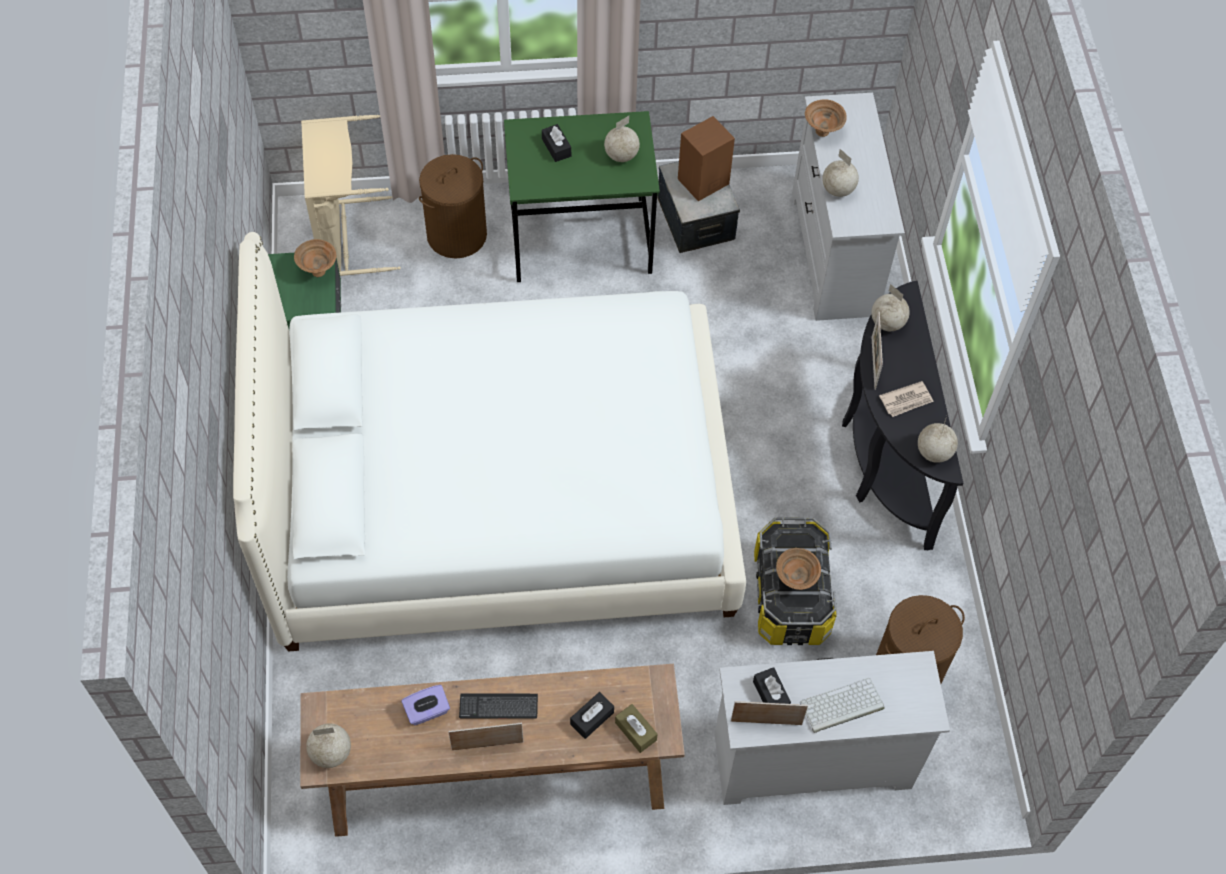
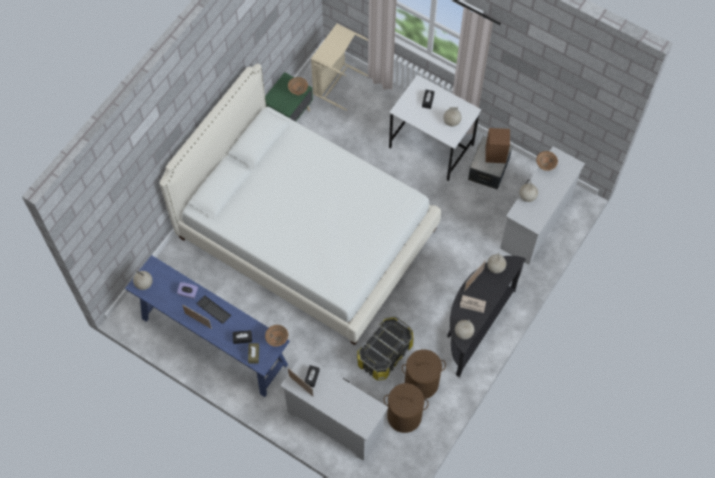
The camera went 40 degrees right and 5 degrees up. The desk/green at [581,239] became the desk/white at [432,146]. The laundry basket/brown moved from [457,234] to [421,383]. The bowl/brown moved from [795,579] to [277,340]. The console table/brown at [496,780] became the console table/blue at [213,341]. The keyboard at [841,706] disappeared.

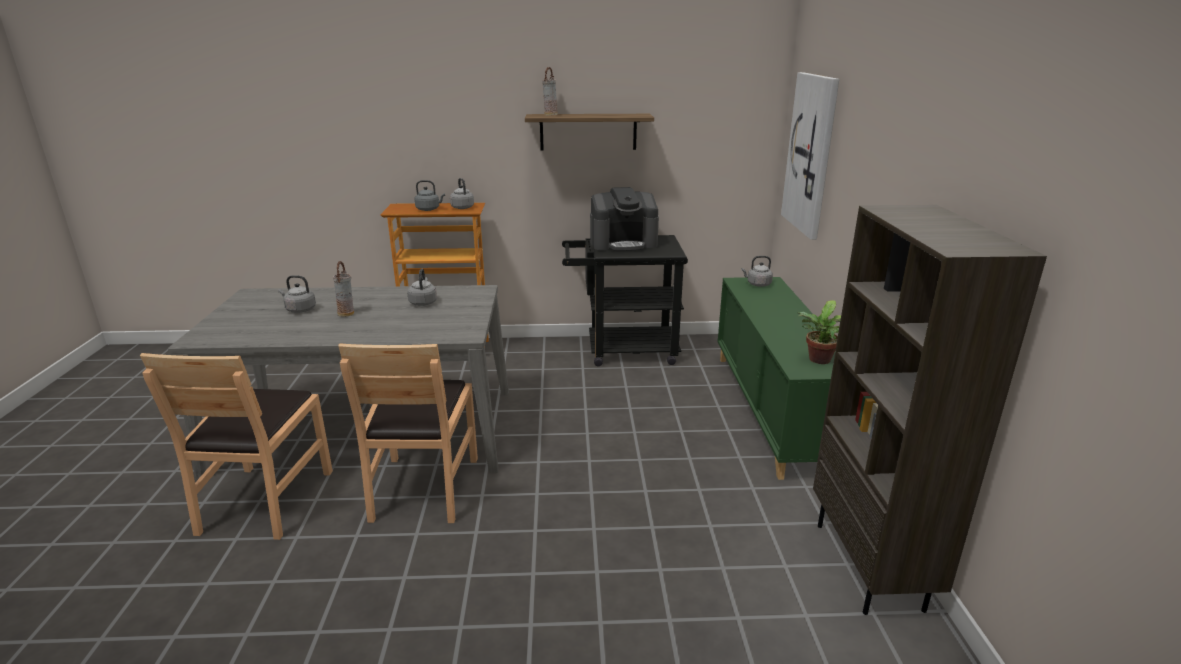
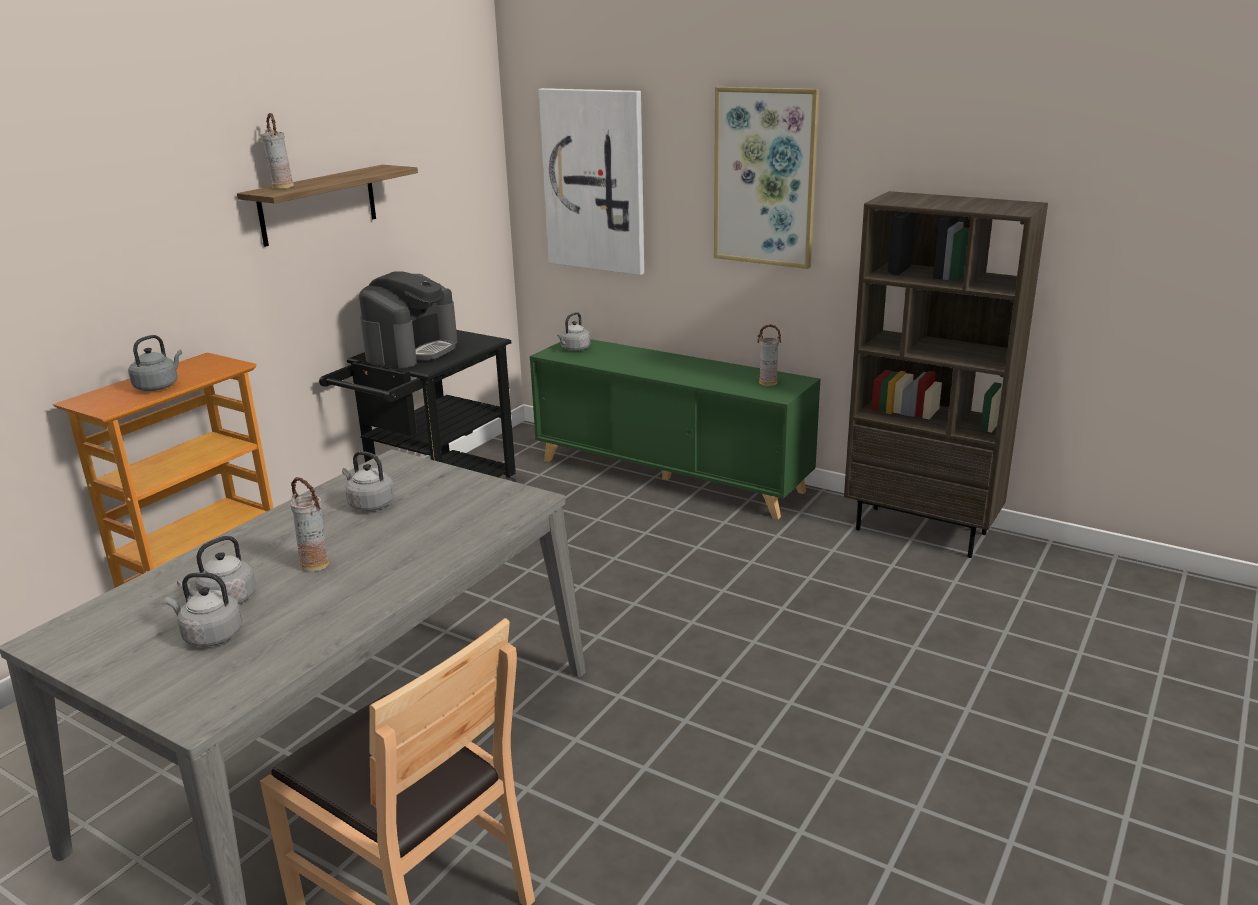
The camera went 55 degrees left and 0 degrees up. The kettle/grey moved from [462,207] to [210,636]. The potted plant at [818,360] was replaced by the vase at [768,383]. The chair/brown at [423,488] disappeared. The picture at [765,177] appeared.

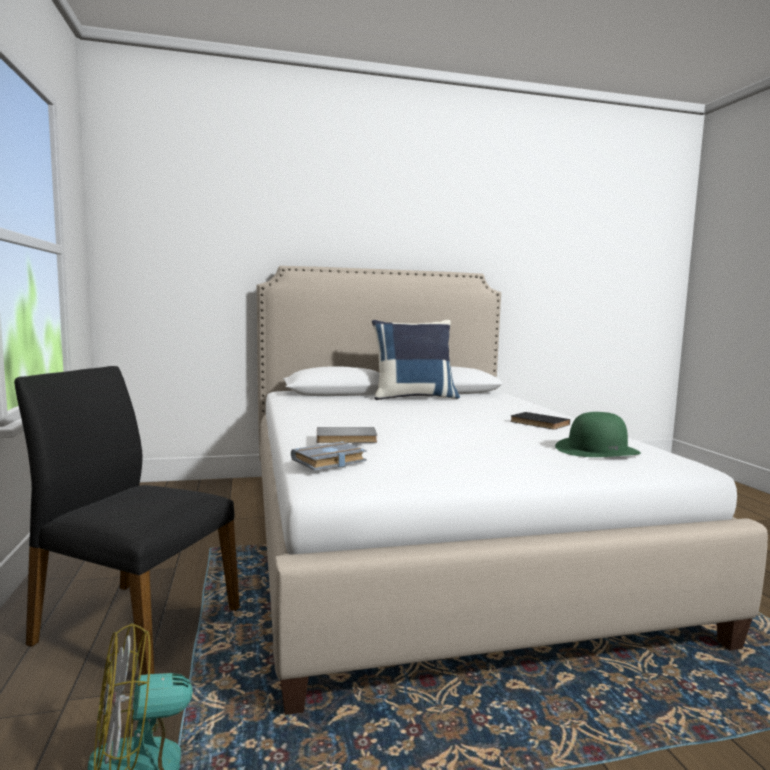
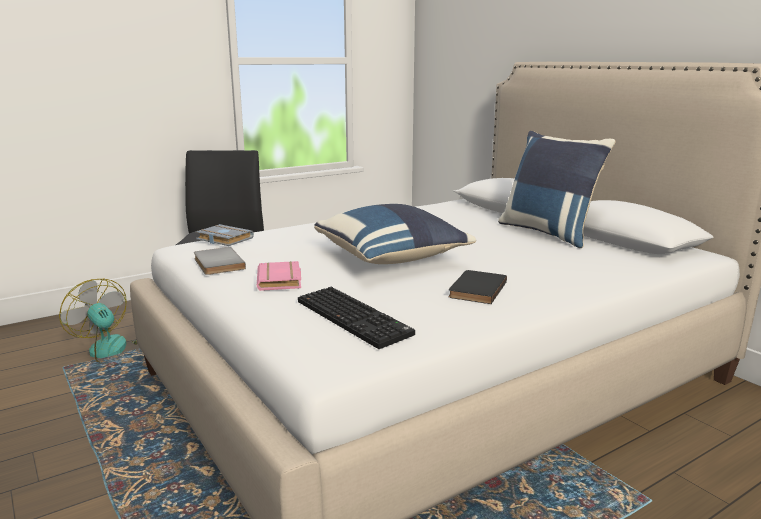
The camera went 70 degrees right and 10 degrees up. The hat/green at [597,449] was replaced by the keyboard at [355,318]. The book/grey moved from [346,438] to [216,263]. The pillow/blue at [392,259] appeared. The book/pink at [281,281] appeared.

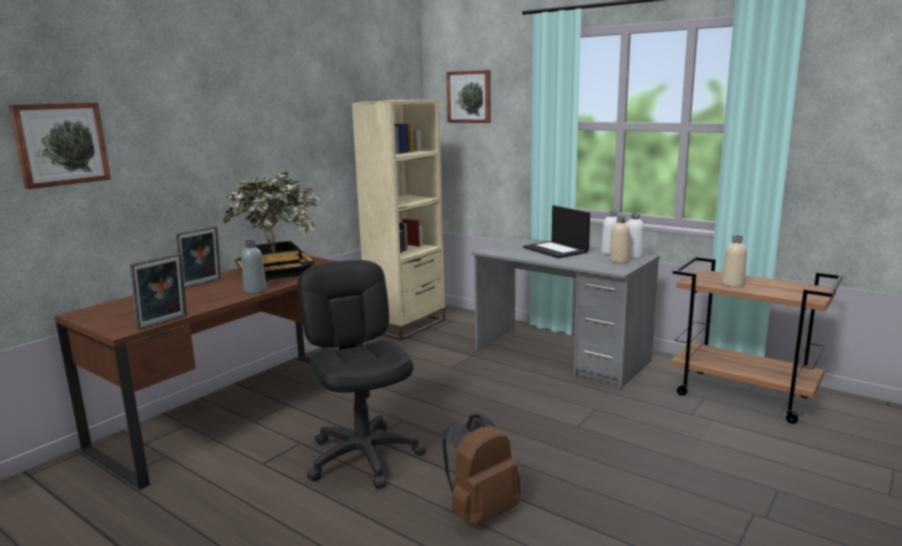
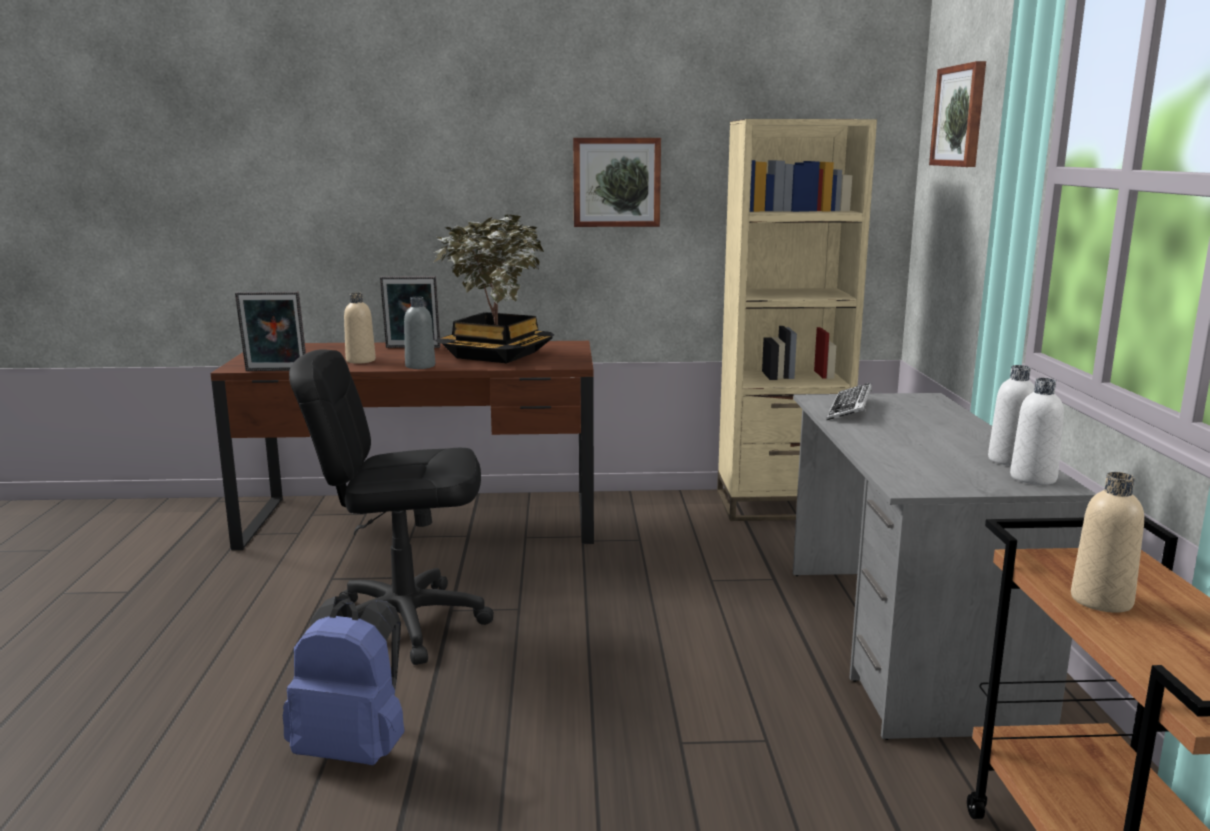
The camera went 50 degrees right and 0 degrees up. The picture moved from [61,144] to [616,182]. The laptop at [556,250] disappeared. The bottle/beige moved from [619,261] to [360,360]. The office chair/black at [364,456] turned 120 degrees counterclockwise. The backpack/brown at [480,511] became the backpack/blue at [354,749]. The keyboard at [850,409] appeared.

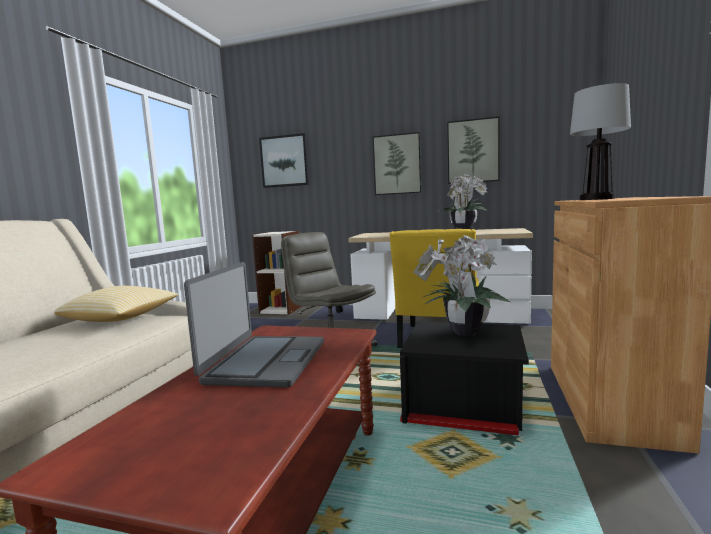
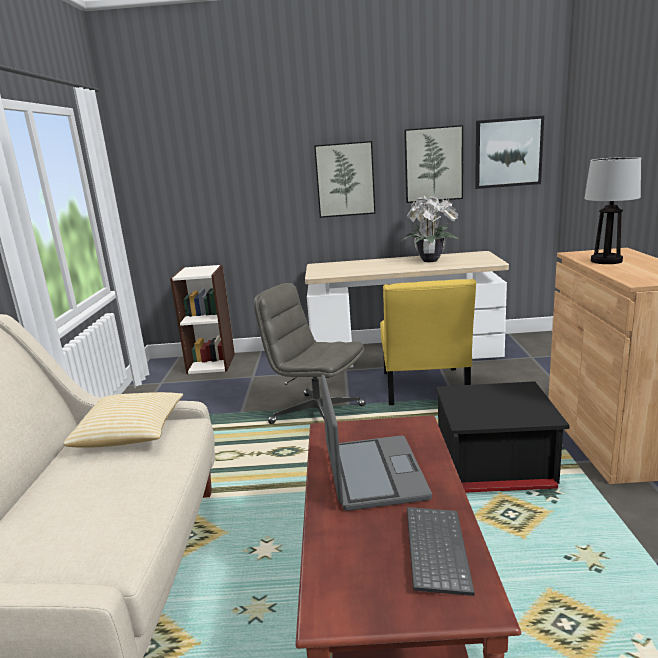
The camera went 15 degrees left and 10 degrees up. The picture moved from [285,161] to [508,152]. The potted plant at [461,333] disappeared. The keyboard at [434,549] appeared.

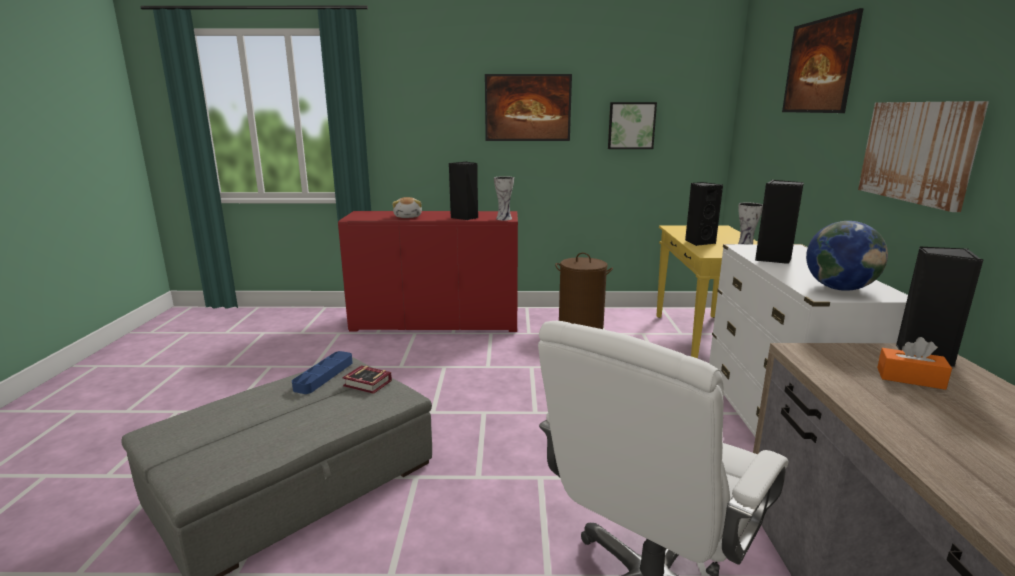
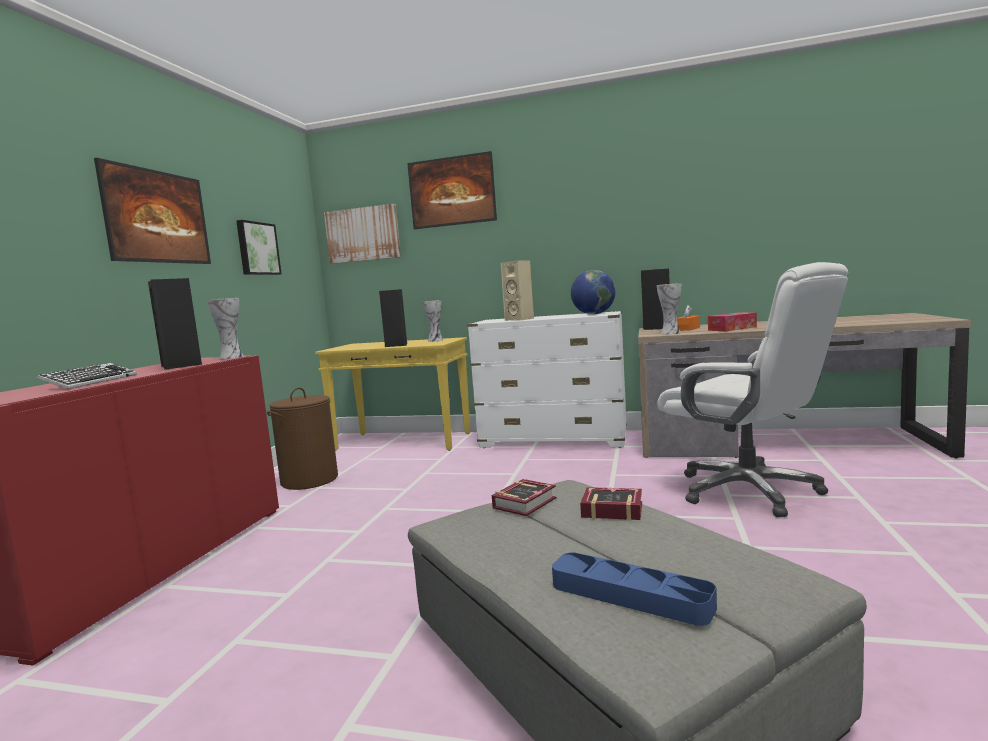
The camera went 75 degrees left and 10 degrees down. The picture moved from [917,152] to [363,234]. The speaker/black at [773,259] became the speaker/beige at [520,319]. The plush toy at [408,217] was replaced by the keyboard at [91,382]. The tray/blue moved from [324,375] to [630,595]. The vase at [670,333] appeared. The tissue box at [732,328] appeared. The book at [609,509] appeared.

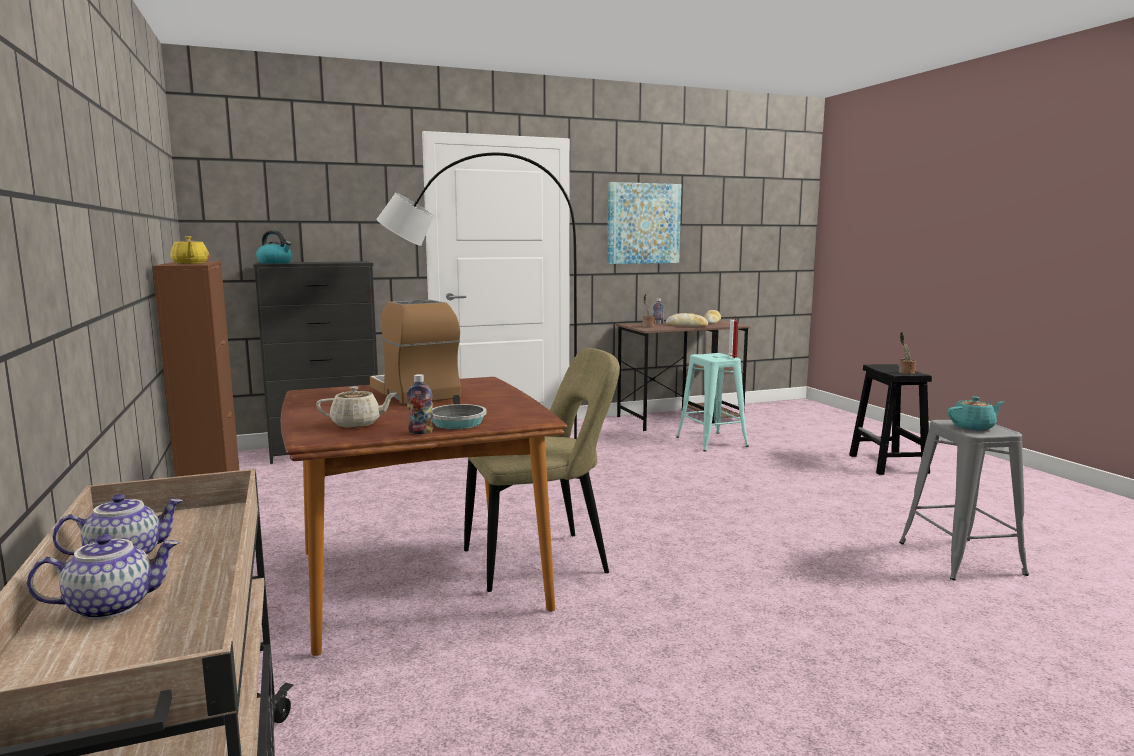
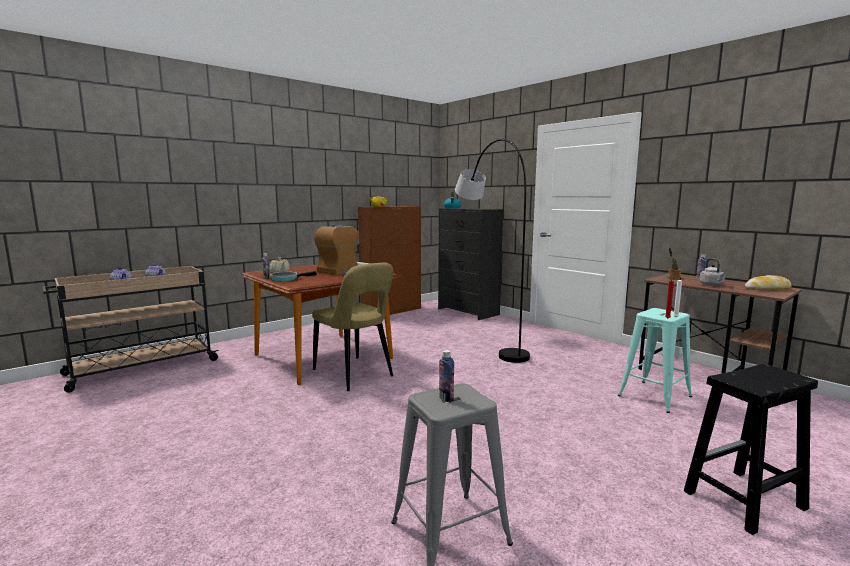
The camera went 70 degrees right and 0 degrees up. The picture at [643,223] disappeared. The bread at [686,326] was replaced by the kettle/grey at [712,285]. The potted plant at [905,372] disappeared. The teapot/turquoise at [973,427] was replaced by the bottle at [446,398].

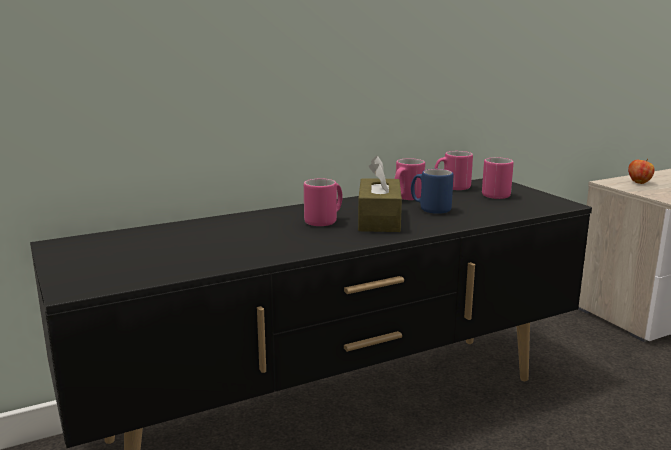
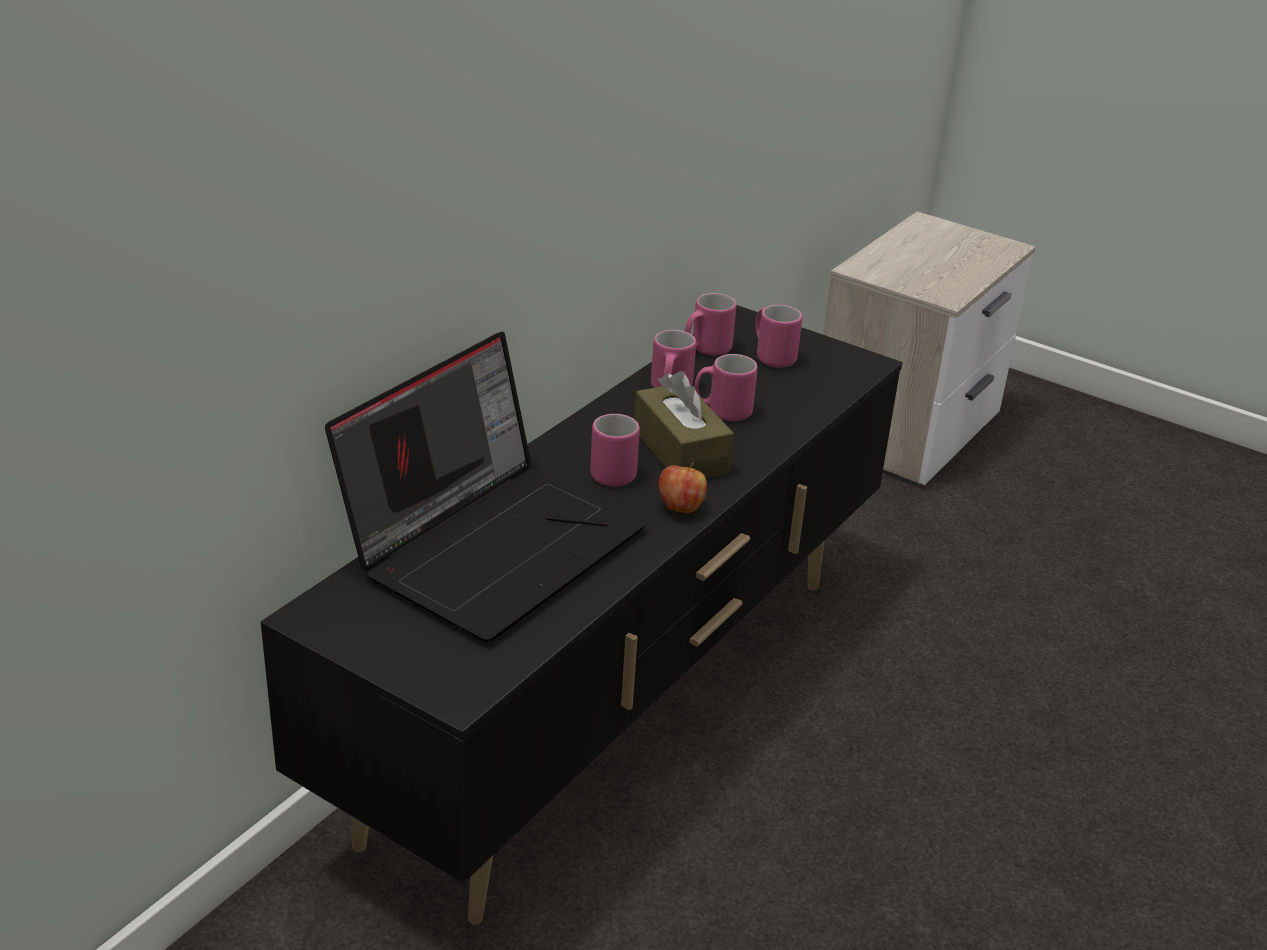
The camera went 30 degrees left and 15 degrees up. The apple moved from [639,182] to [680,508]. The mug/blue at [430,209] became the mug/pink at [722,412]. The laptop at [494,544] appeared.

